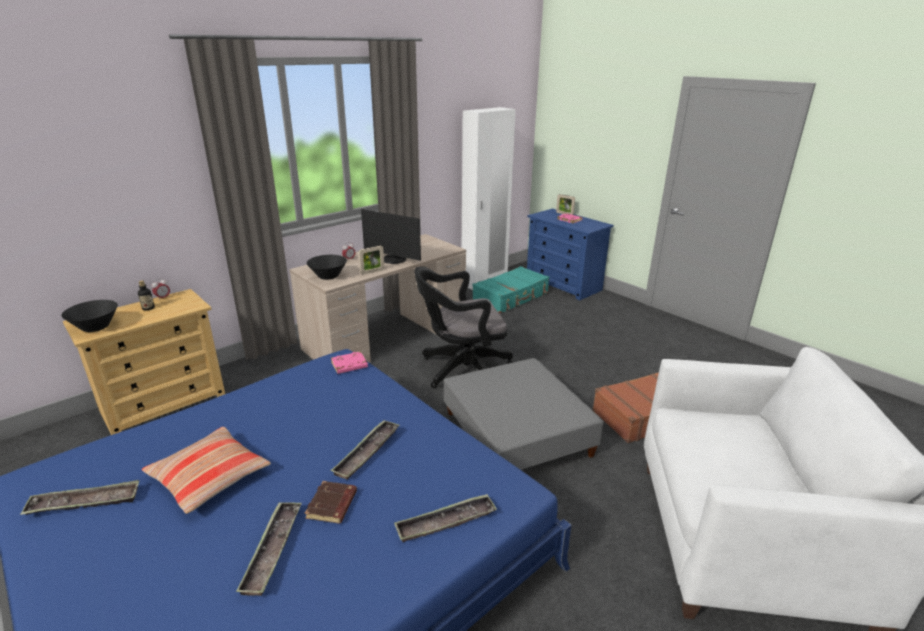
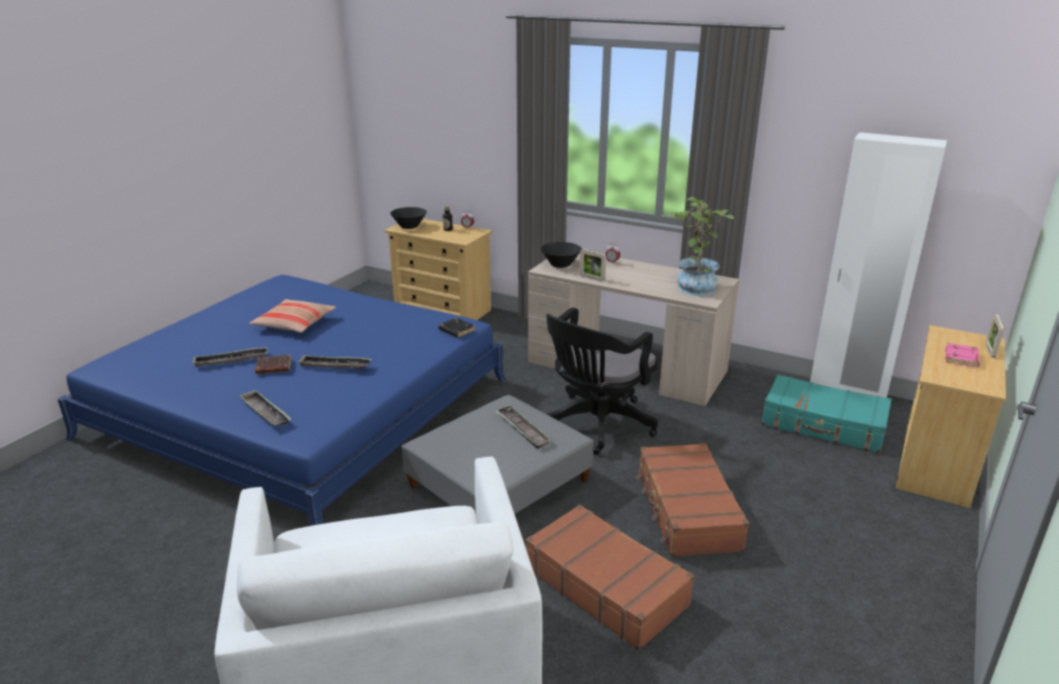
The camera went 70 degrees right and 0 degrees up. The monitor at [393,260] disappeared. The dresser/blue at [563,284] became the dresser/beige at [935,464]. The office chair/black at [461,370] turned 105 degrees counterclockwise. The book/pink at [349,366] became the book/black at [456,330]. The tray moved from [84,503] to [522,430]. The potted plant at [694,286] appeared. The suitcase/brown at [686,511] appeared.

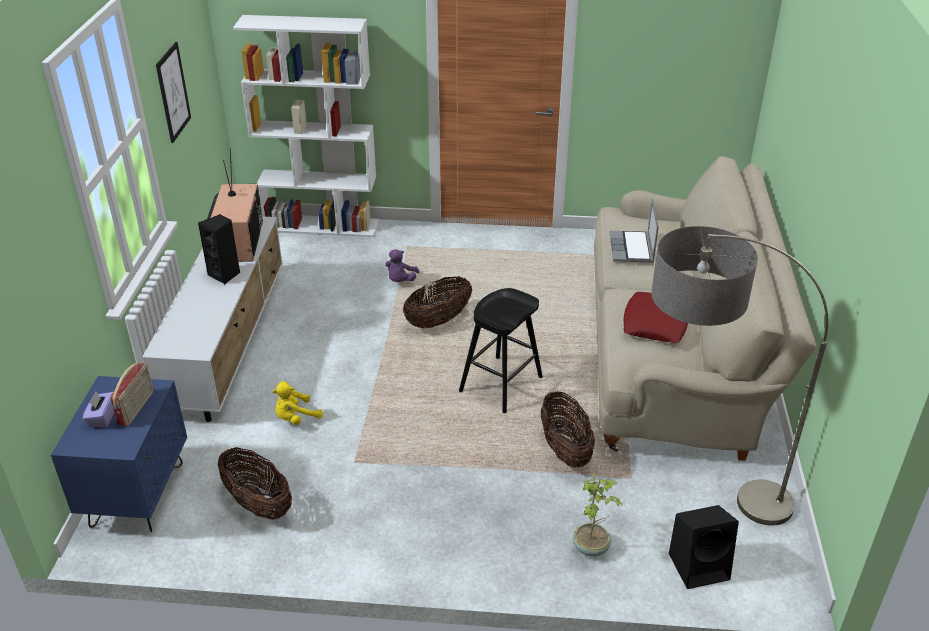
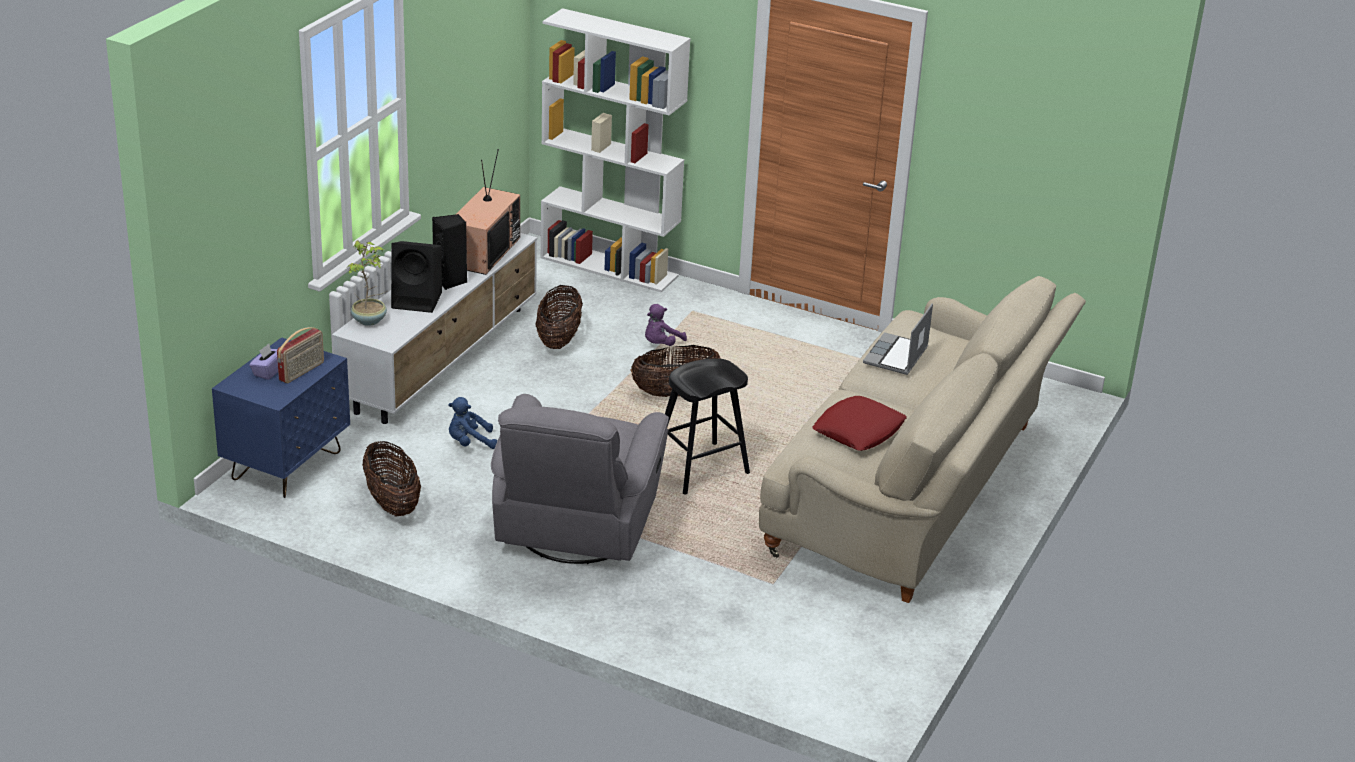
The camera went 20 degrees right and 5 degrees down. The picture at [173,92] disappeared. The floor lamp at [697,500] disappeared. The plush toy/yellow at [296,418] became the plush toy/blue at [469,443]. The basket moved from [565,449] to [558,339]. The potted plant moved from [591,547] to [370,320]. The speaker/black moved from [700,566] to [418,300]. The armchair/grey at [574,534] appeared.

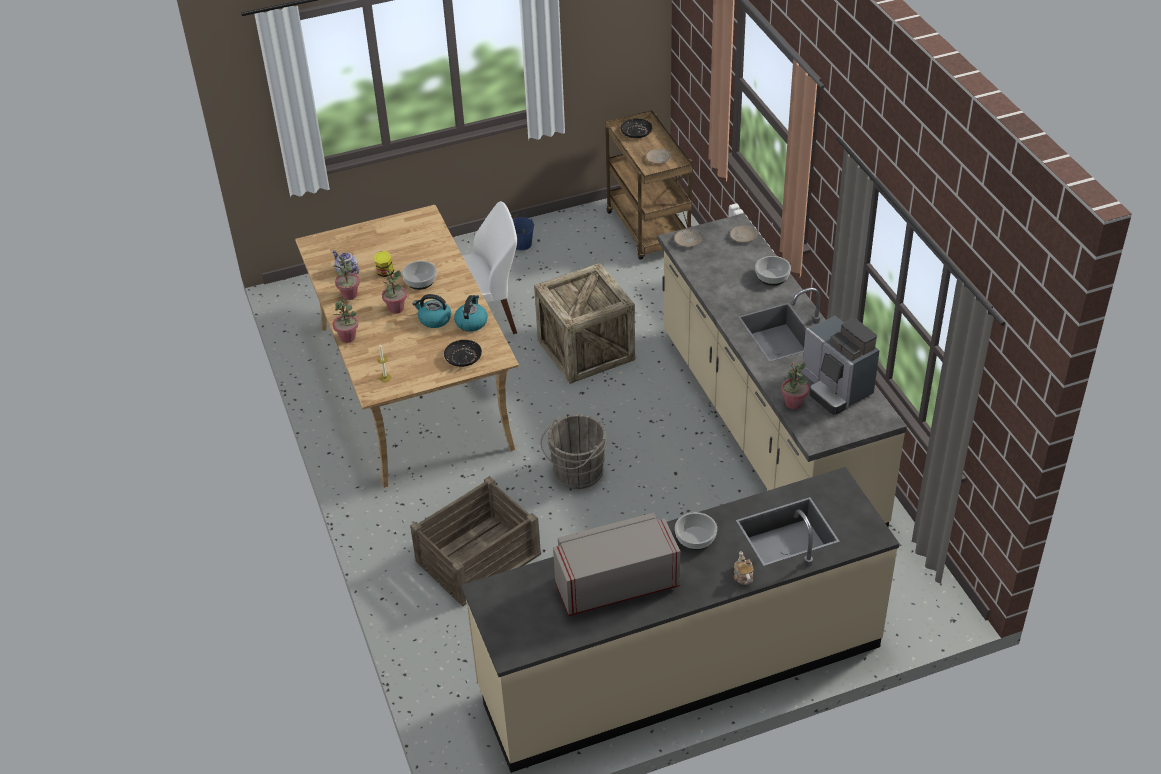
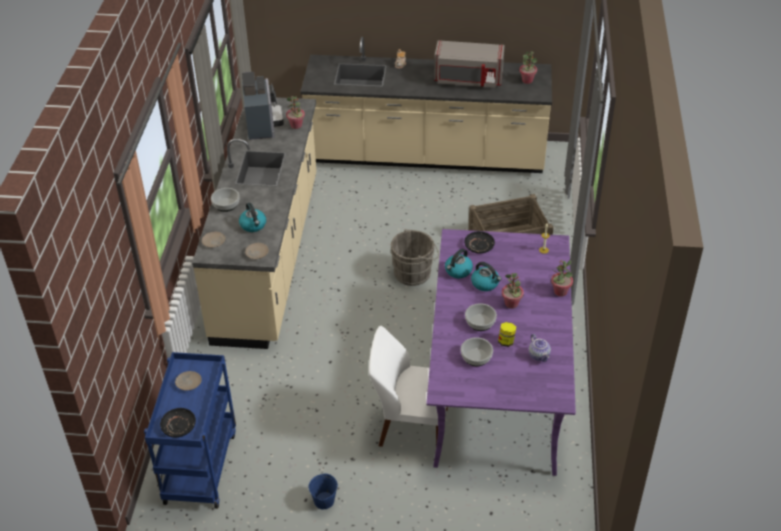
The camera went 155 degrees left and 0 degrees up. The cart/brown at [649,231] became the cart/blue at [200,466]. The dining table/beige at [415,386] became the dining table/purple at [496,383]. The potted plant moved from [349,295] to [527,80]. The crate at [586,350] disappeared. The bowl moved from [695,538] to [476,357]. The kettle at [253,225] appeared.

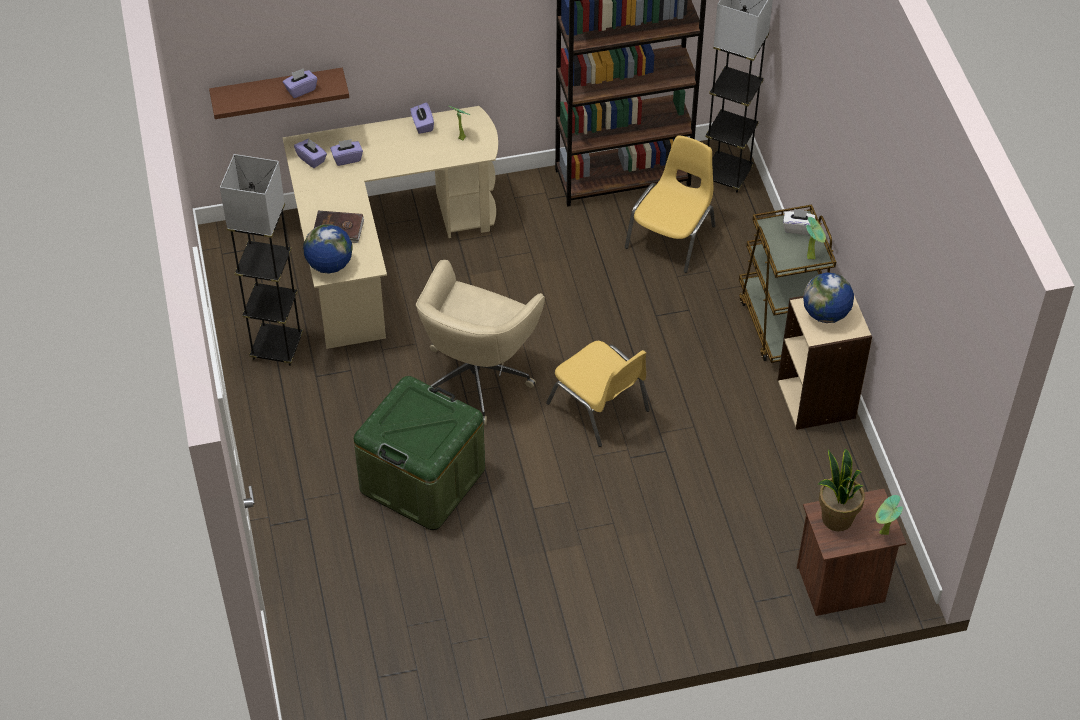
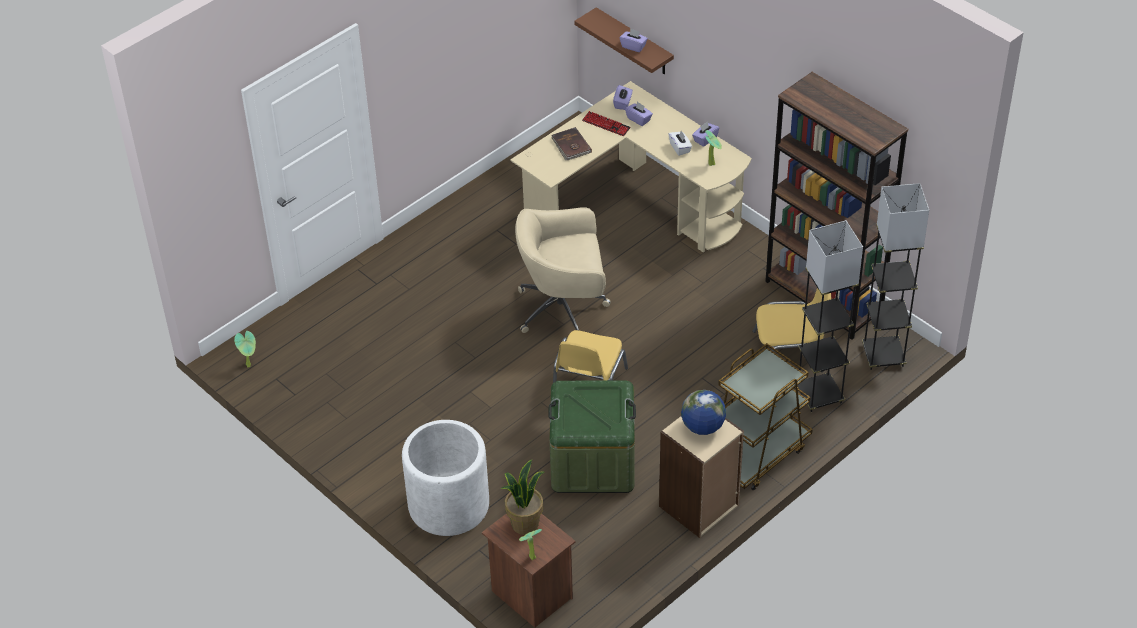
The camera went 60 degrees right and 5 degrees down. The floor lamp/grey moved from [277,347] to [819,395]. The tissue box/white moved from [798,228] to [680,148]. The potted plant moved from [812,256] to [250,365]. The globe at [329,265] disappeared. The storage box/green moved from [422,480] to [593,462]. The keyboard at [606,124] appeared. The planter/white at [448,505] appeared.

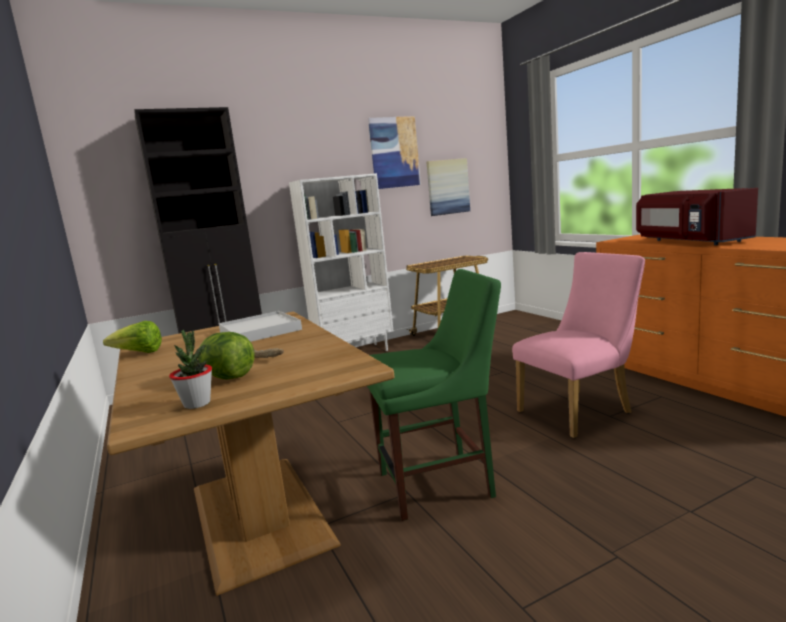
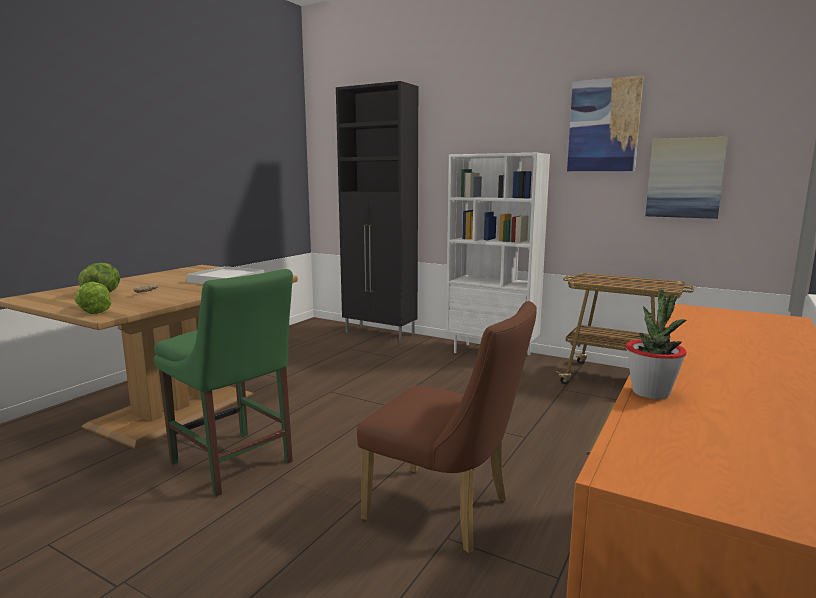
The camera went 55 degrees right and 0 degrees up. The microwave/red at [689,241] disappeared. The chair/pink at [580,410] became the chair/brown at [447,512]. The lettuce moved from [139,353] to [94,311]. The potted plant moved from [197,404] to [650,393].

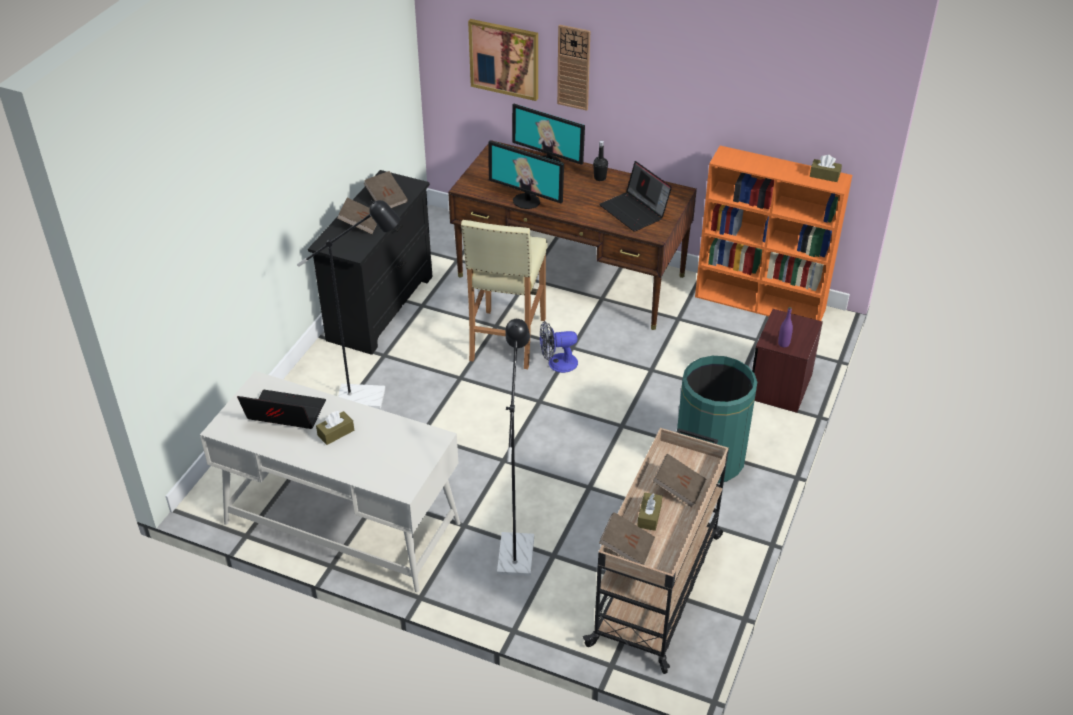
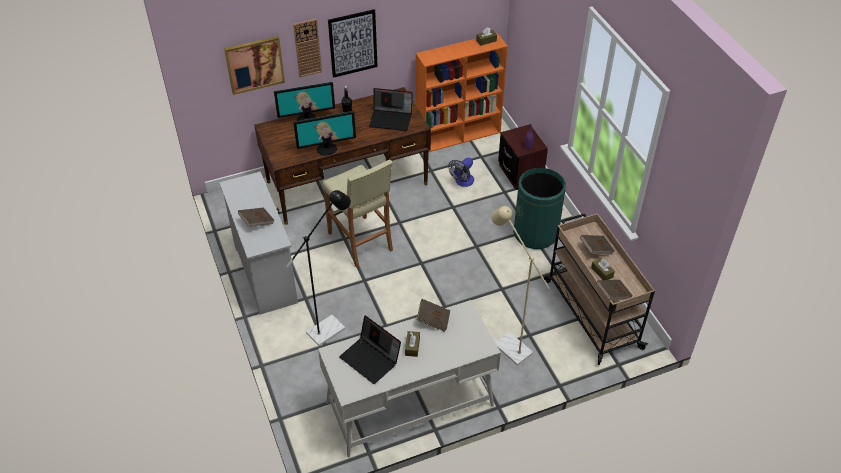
The camera went 45 degrees left and 5 degrees up. The dresser/black at [381,307] became the dresser/white at [265,272]. The book/brown moved from [386,199] to [433,320]. The floor lamp/black at [516,546] became the floor lamp/beige at [508,345]. The fan moved from [557,363] to [462,182]. The laptop at [284,415] turned 105 degrees counterclockwise. The picture at [353,43] appeared.

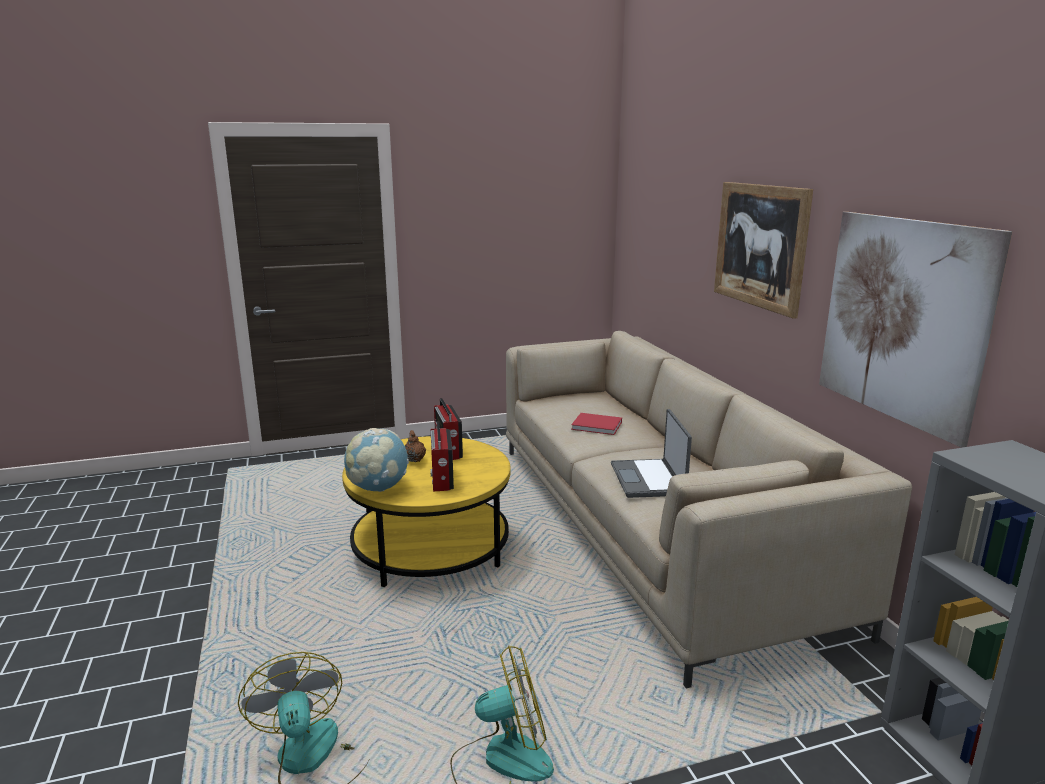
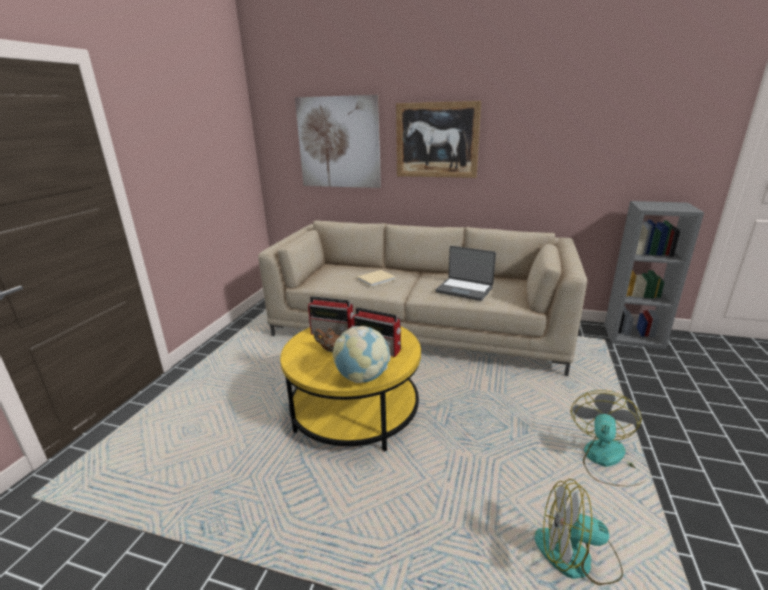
The camera went 55 degrees left and 5 degrees up. The picture moved from [902,320] to [339,143]. The book/red at [598,426] became the book/beige at [377,279].

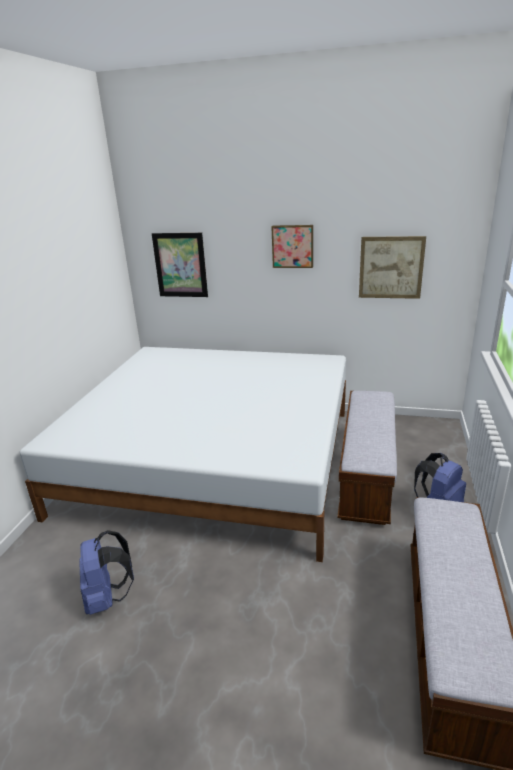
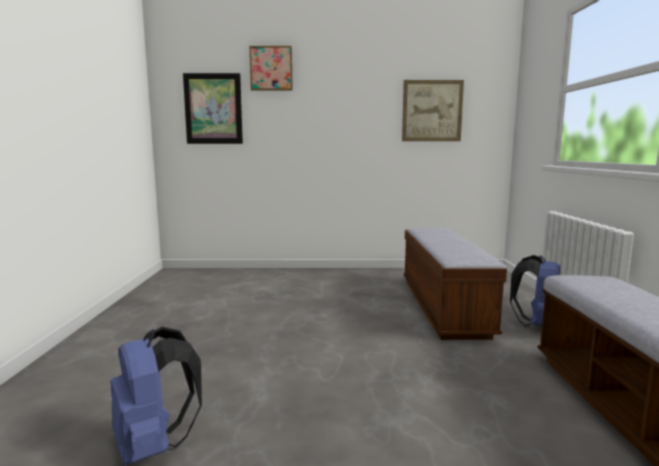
The camera went 15 degrees left and 15 degrees down. The picture moved from [293,246] to [271,68]. The bed/white at [214,459] disappeared.

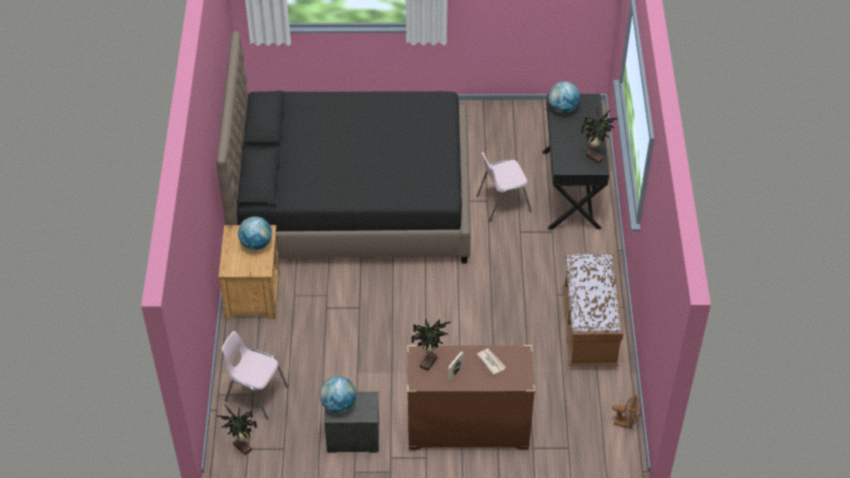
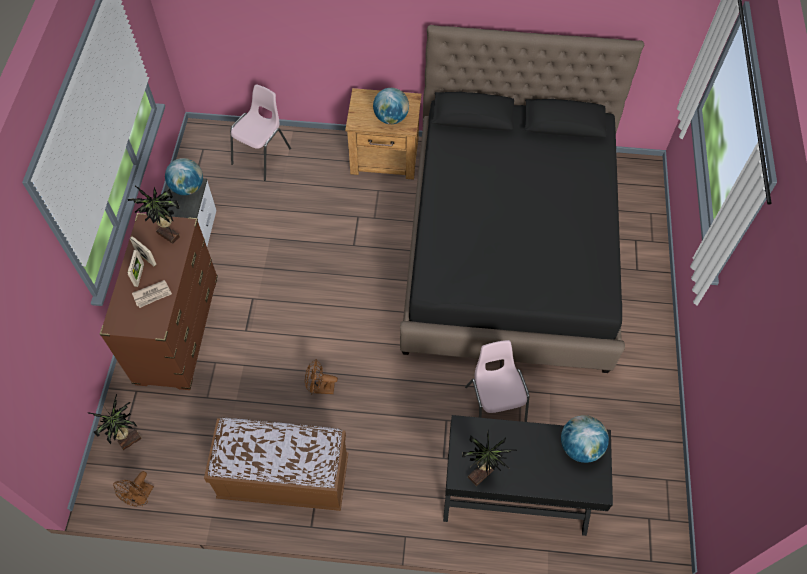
The camera went 95 degrees right and 10 degrees up. The potted plant moved from [242,448] to [129,439]. The picture frame at [139,275] appeared. The fan/brown at [320,388] appeared.

